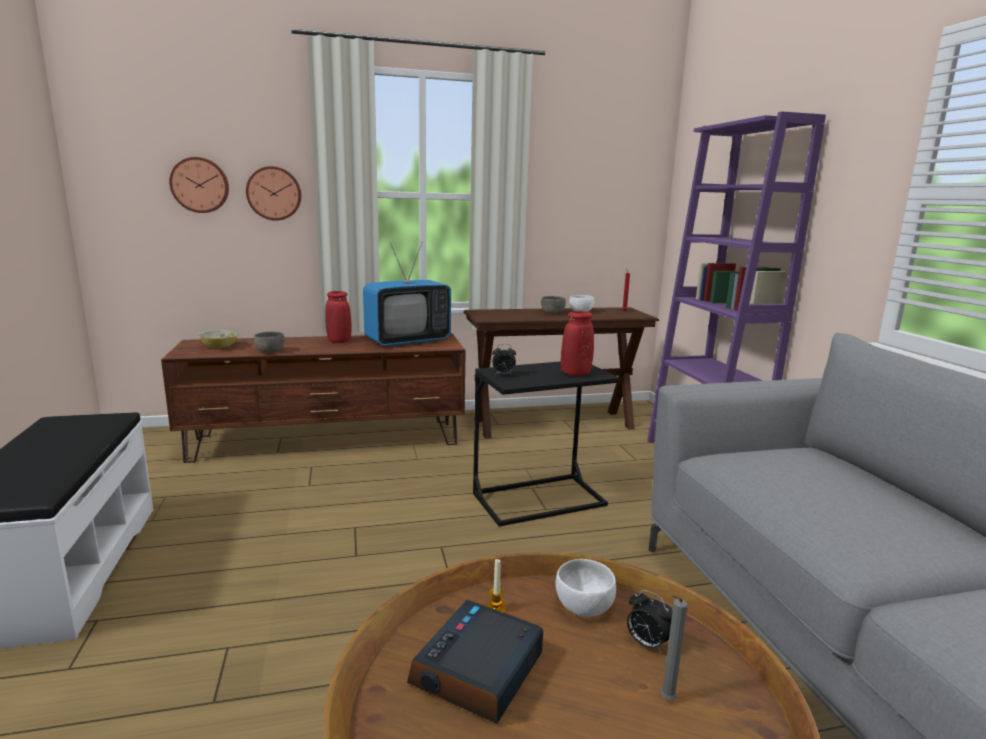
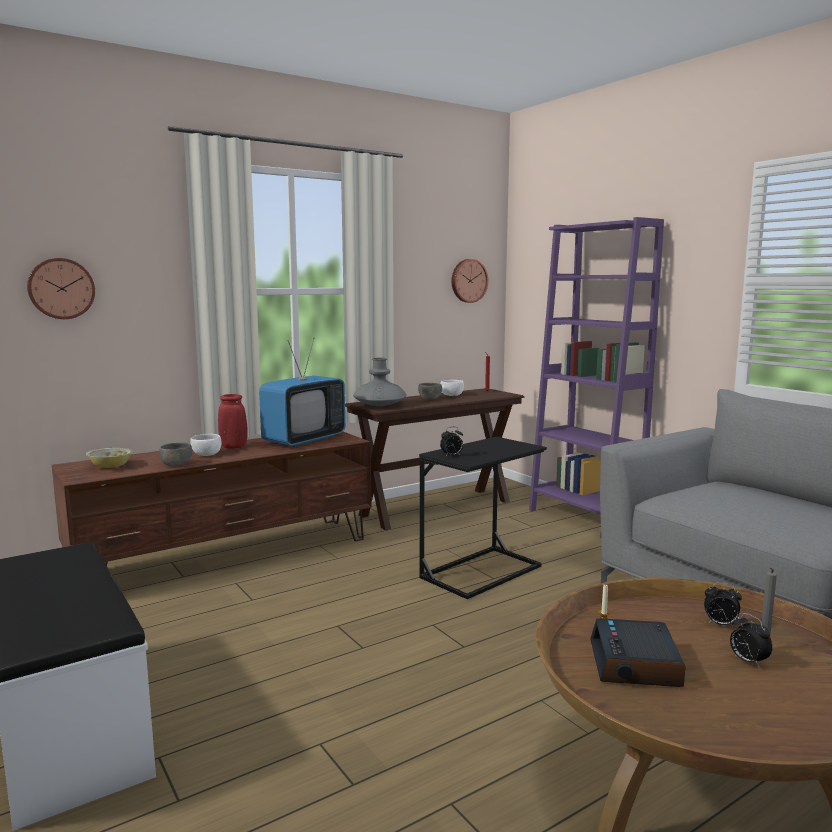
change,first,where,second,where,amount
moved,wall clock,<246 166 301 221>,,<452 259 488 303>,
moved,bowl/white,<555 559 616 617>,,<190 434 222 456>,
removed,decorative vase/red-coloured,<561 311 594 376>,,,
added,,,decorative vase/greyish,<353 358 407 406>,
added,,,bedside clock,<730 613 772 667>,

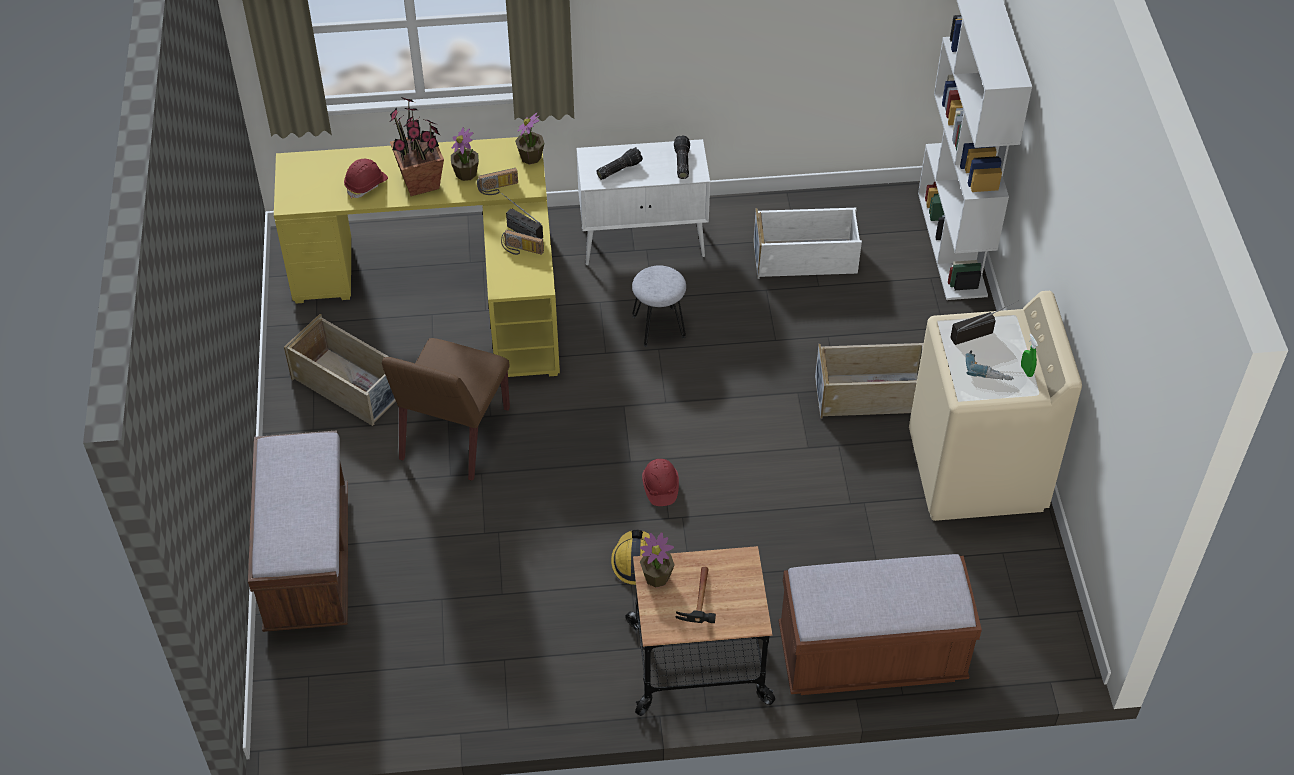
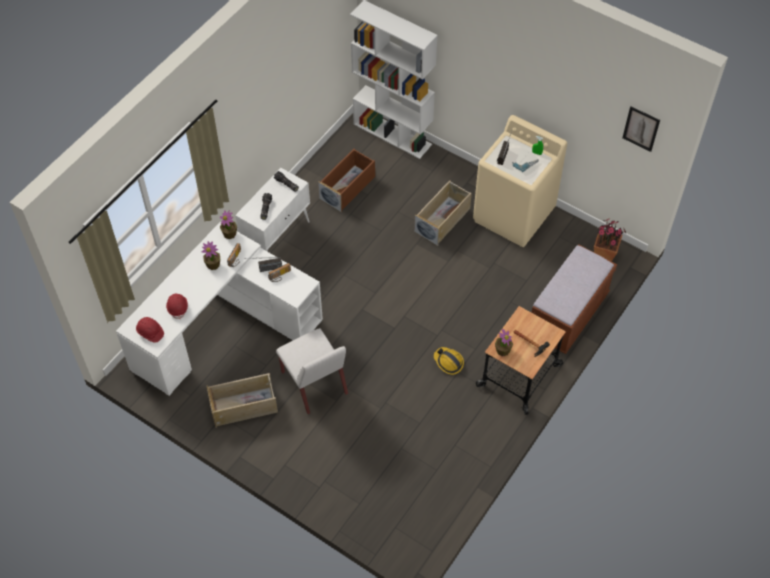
change,first,where,second,where,amount
removed,long seat/brown-coloured,<248 430 348 632>,,,
recoloured,desk unit/yellowish,<274 137 560 377>,desk unit/white,<116 222 323 396>,
recoloured,chair/brown-coloured,<382 338 510 481>,chair/white,<276 329 348 414>,
moved,potted plant,<388 97 444 196>,,<594 219 626 261>,
removed,stool seat/greyish,<632 265 686 347>,,,
moved,hard hat/red-coloured,<642 459 679 506>,,<136 317 164 343>,
recoloured,storage container/white,<753 208 862 279>,storage container/brown-coloured,<318 149 375 212>,
added,,,wall picture,<623 107 660 152>,

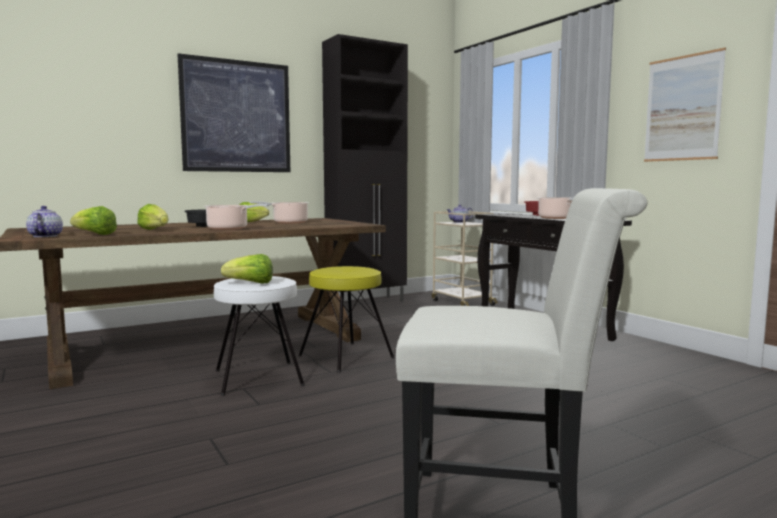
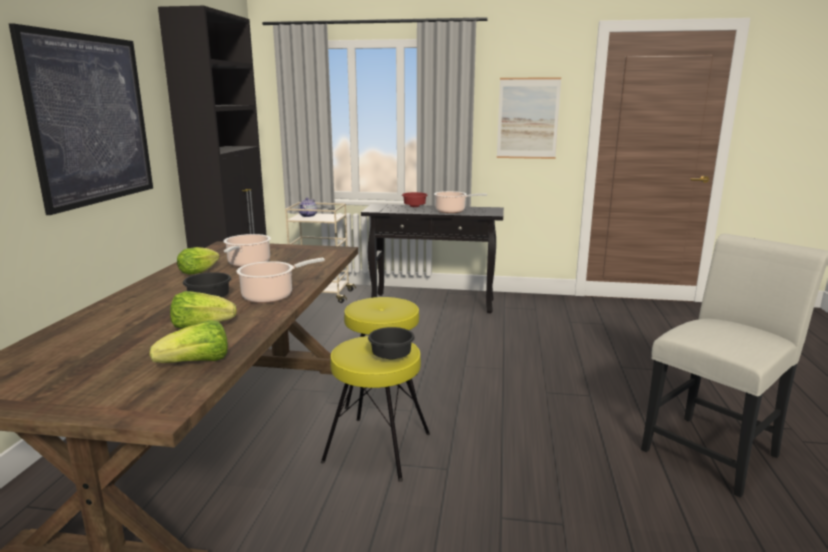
change,first,where,second,where,amount
removed,teapot,<26 206 63 237>,,,
recoloured,stool seat/white,<214 276 305 396>,stool seat/yellowish,<321 336 430 482>,
replaced,lettuce head,<221 254 273 284>,bowl/black,<368 327 415 359>,

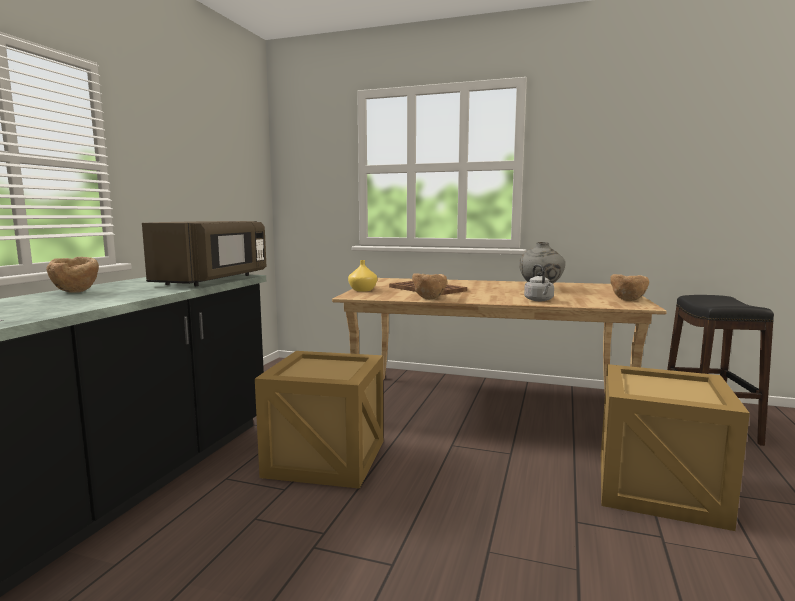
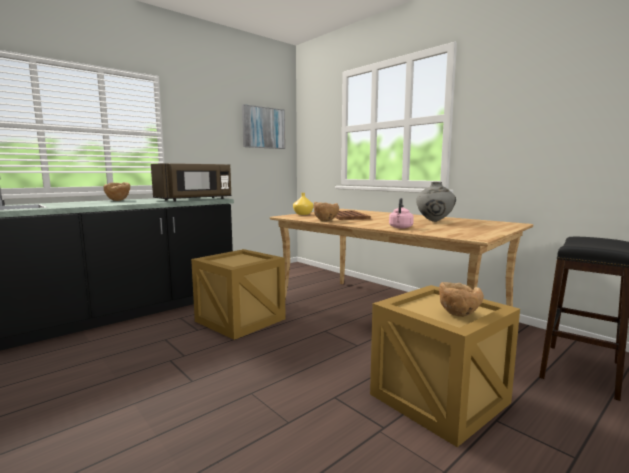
change,first,where,second,where,amount
recoloured,kettle/greyish,<524 264 554 301>,kettle/pinkish,<389 198 414 229>,
moved,bowl/brown-coloured,<611 274 649 301>,,<439 282 484 317>,
added,,,wall picture,<242 104 285 149>,

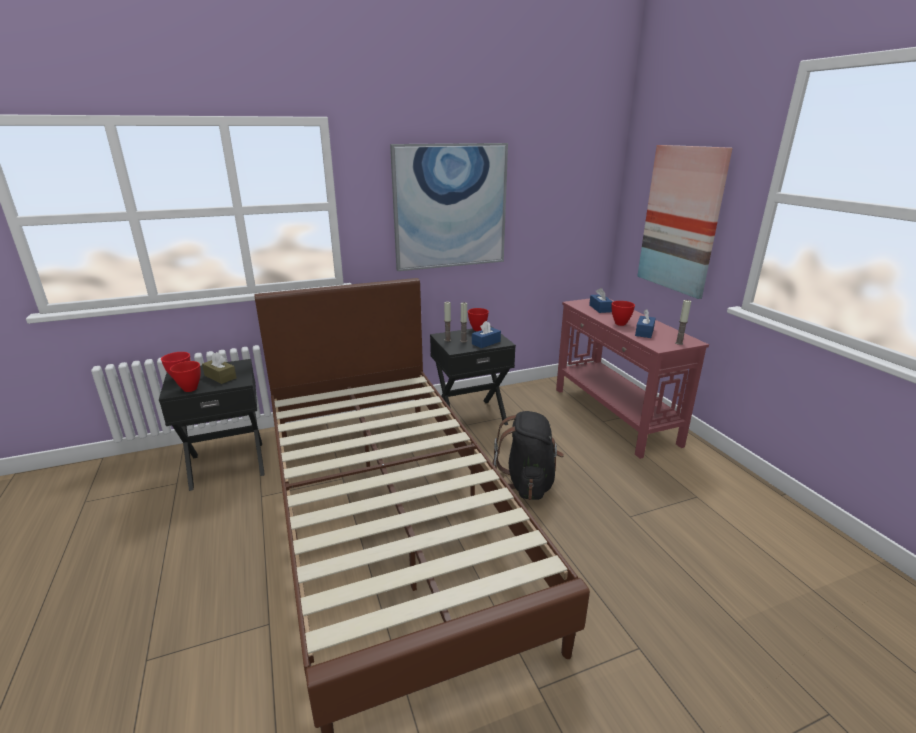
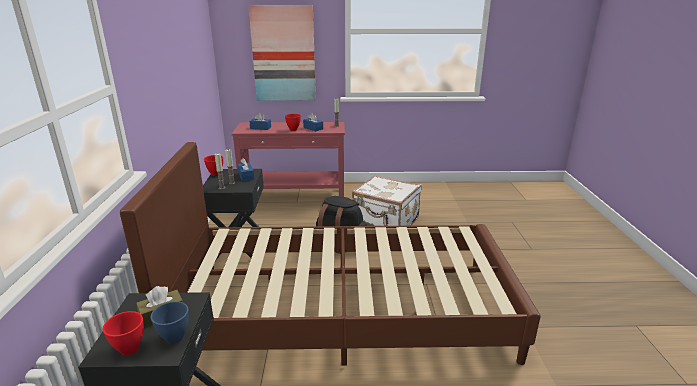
change,first,where,second,where,amount
recoloured,bowl/red-coloured,<170 361 201 392>,bowl/bluish,<151 301 189 344>,
removed,wall picture,<390 143 508 271>,,,
added,,,suitcase/white,<352 175 421 226>,

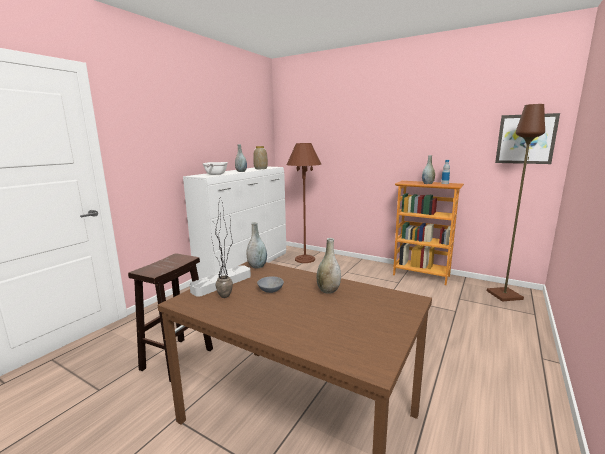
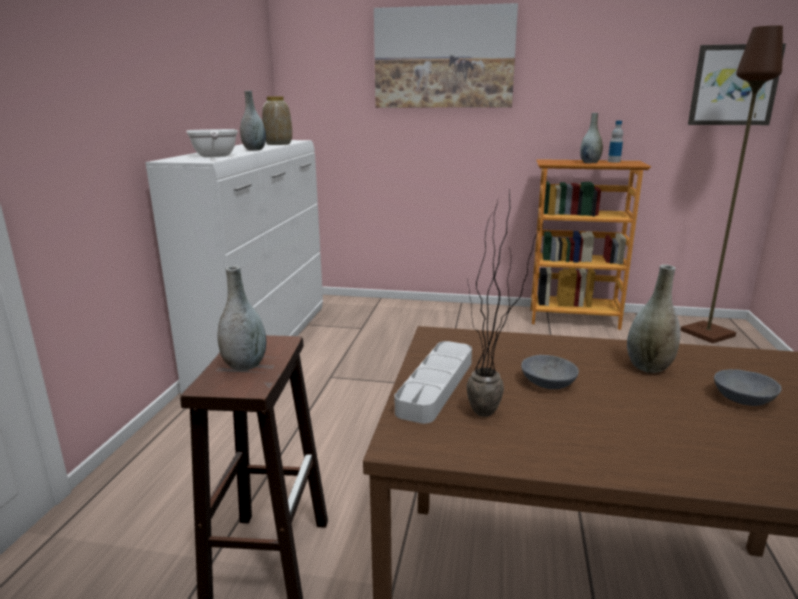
change,first,where,second,where,amount
moved,decorative vase/greyish,<246 222 267 268>,,<217 266 266 371>,
removed,standard lamp/brown-coloured,<286 143 321 263>,,,
added,,,wall picture,<374 3 518 108>,
added,,,bowl/greyish,<714 369 781 406>,

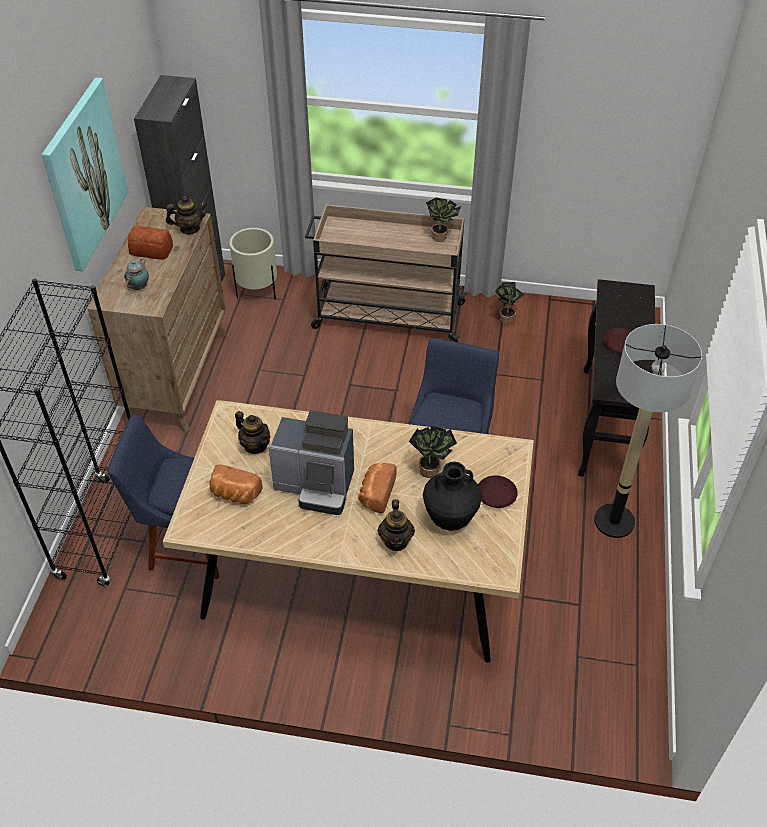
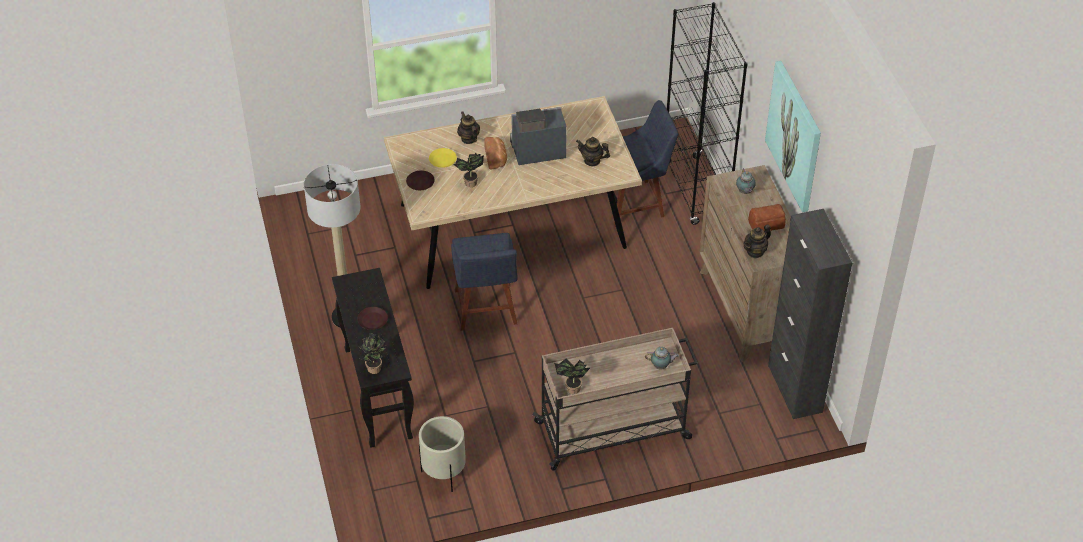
change,first,where,second,where,amount
removed,bakery bread,<209 464 262 504>,,,
moved,plant pot/beige-coloured,<229 228 277 300>,,<419 416 466 492>,
replaced,decorative vase/black,<423 462 482 531>,plate/yellowish,<429 148 457 168>,
moved,potted plant,<495 282 524 324>,,<359 333 388 374>,
added,,,teapot,<645 347 679 370>,

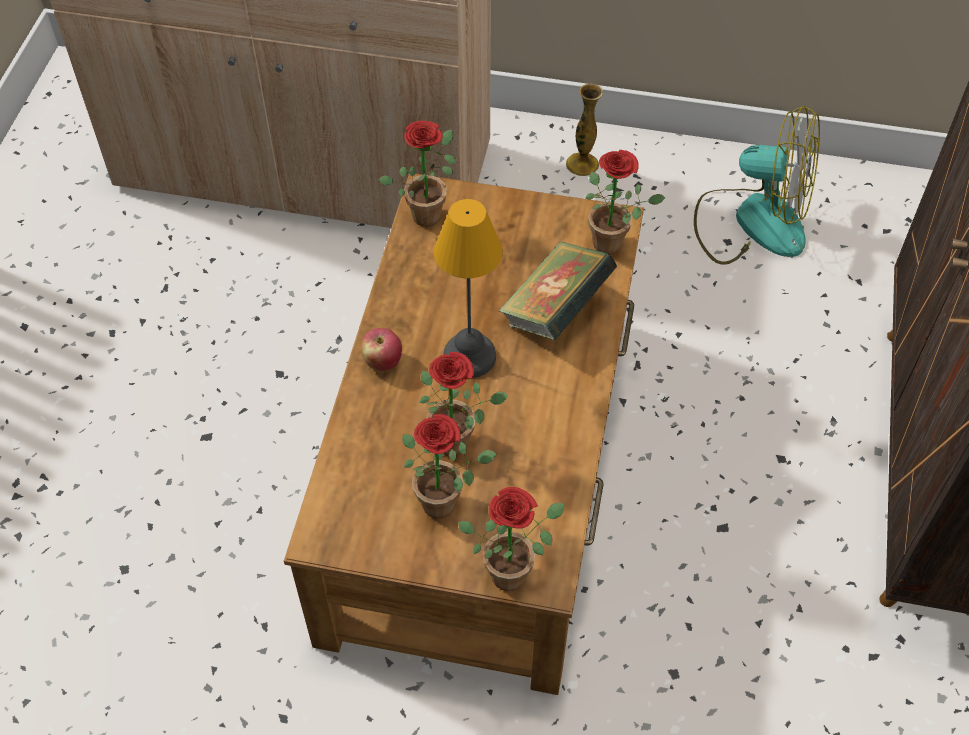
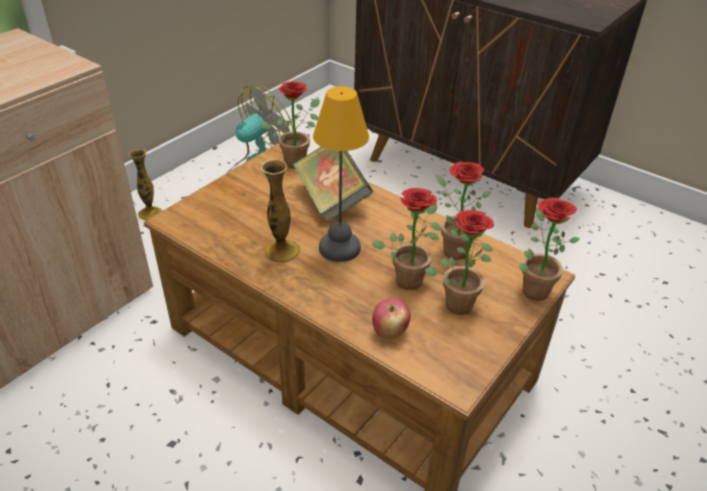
change,first,where,second,where,amount
moved,apple fruit,<361 328 402 371>,,<372 299 411 339>,
moved,potted plant,<379 121 456 227>,,<436 161 491 260>,
added,,,decorative vase,<261 159 300 263>,

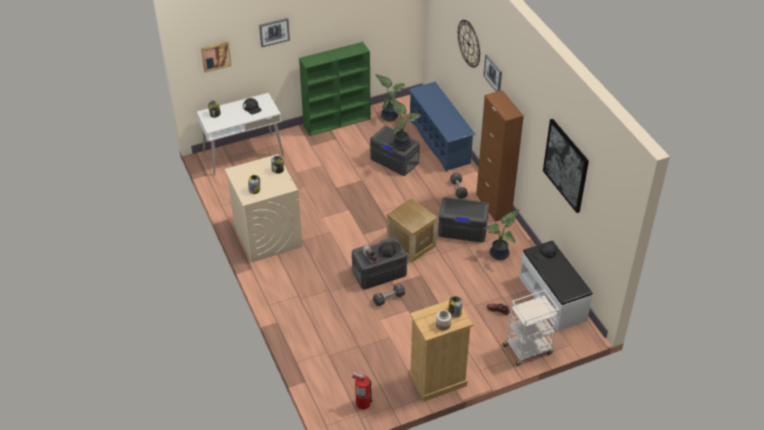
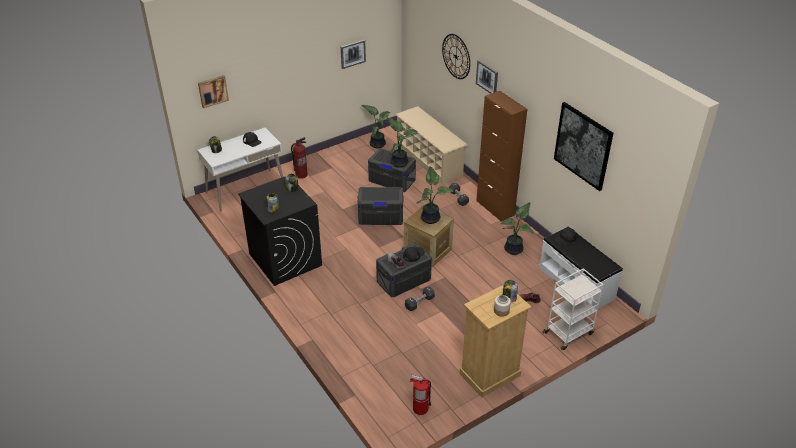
change,first,where,second,where,amount
recoloured,washing machine/beige-coloured,<225 154 303 262>,washing machine/black,<238 176 322 286>,
moved,wall picture,<259 18 290 47>,,<341 40 366 69>,
removed,shelving unit/greenish,<299 42 371 136>,,,
recoloured,shoe rack/bluish,<409 82 476 172>,shoe rack/beige-coloured,<395 106 468 185>,
moved,storage container/greyish,<438 197 489 243>,,<357 187 404 225>,
added,,,fire-fighting cylinder,<291 137 308 179>,
added,,,potted plant,<416 166 454 224>,

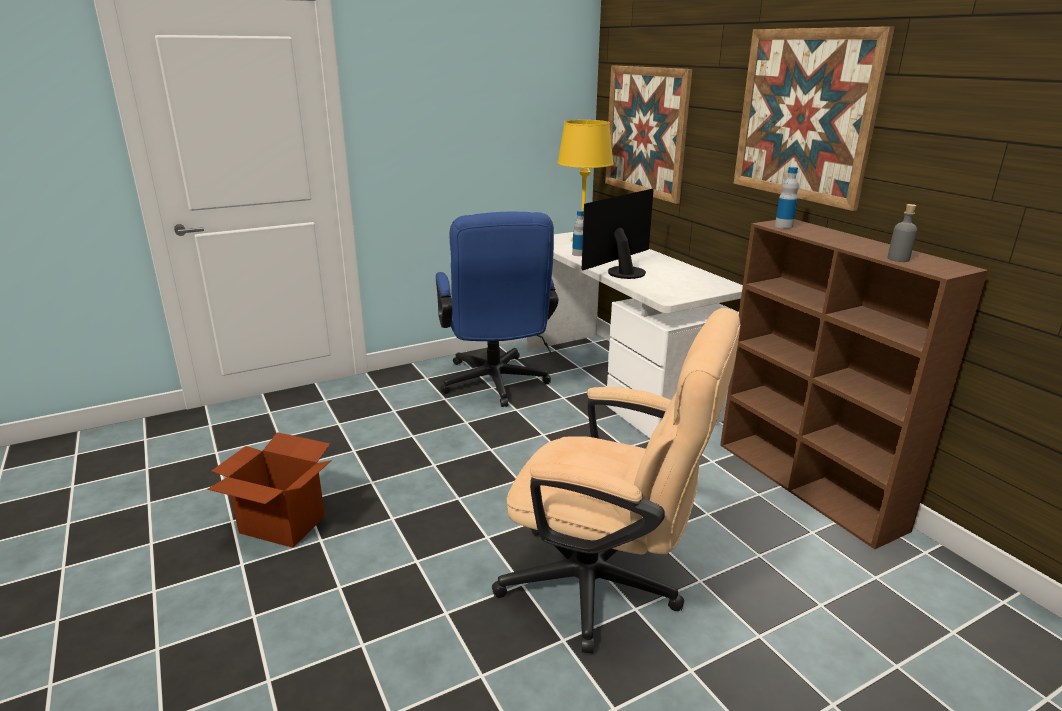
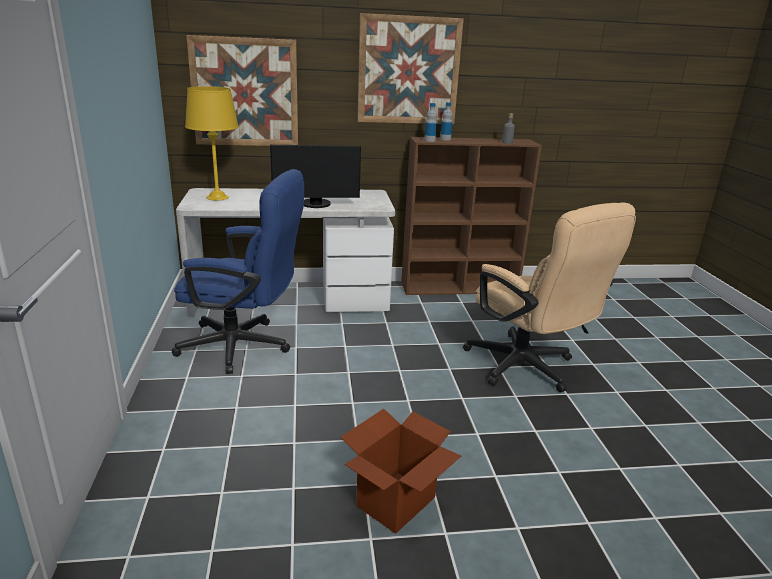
change,first,where,second,where,amount
turned,office chair/beige-coloured,<492 308 741 653>,,<463 202 636 392>,105 degrees clockwise
moved,bottle,<572 211 584 256>,,<440 102 453 140>,
turned,computer display,<582 188 654 279>,,<270 145 361 208>,75 degrees counterclockwise

